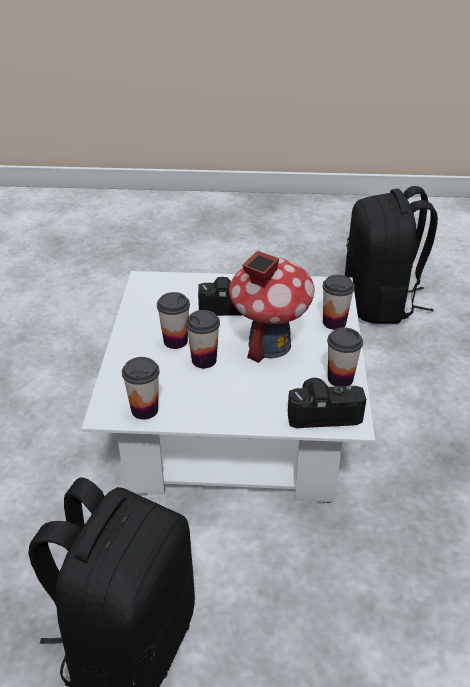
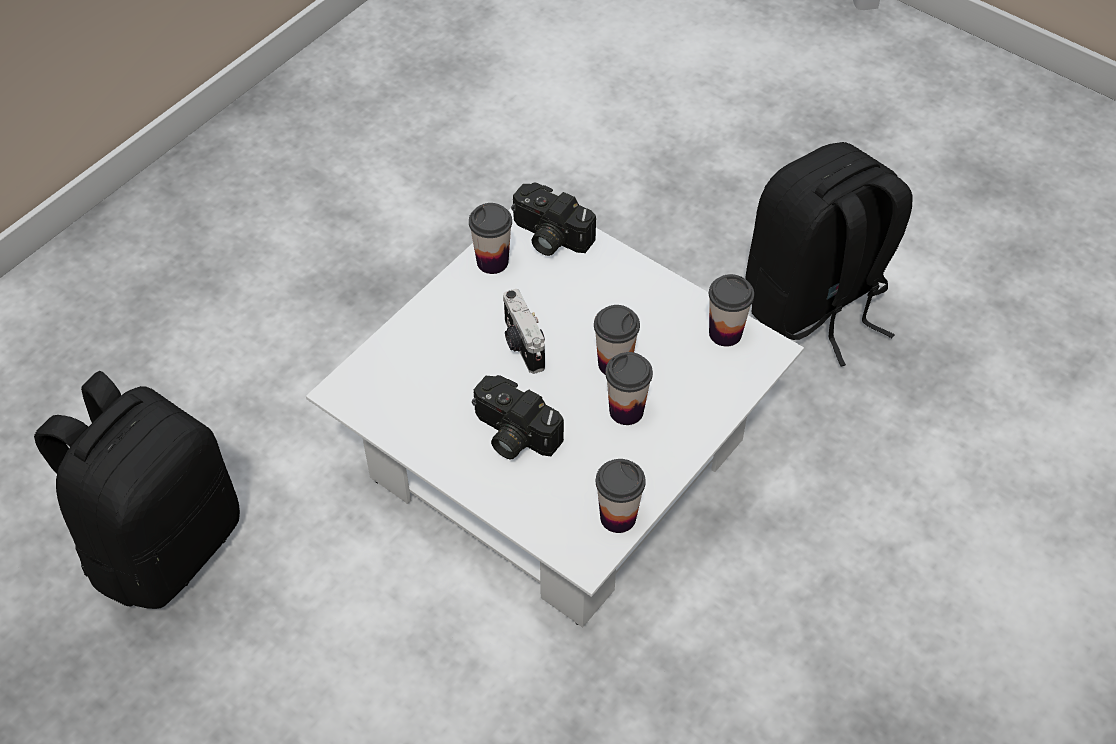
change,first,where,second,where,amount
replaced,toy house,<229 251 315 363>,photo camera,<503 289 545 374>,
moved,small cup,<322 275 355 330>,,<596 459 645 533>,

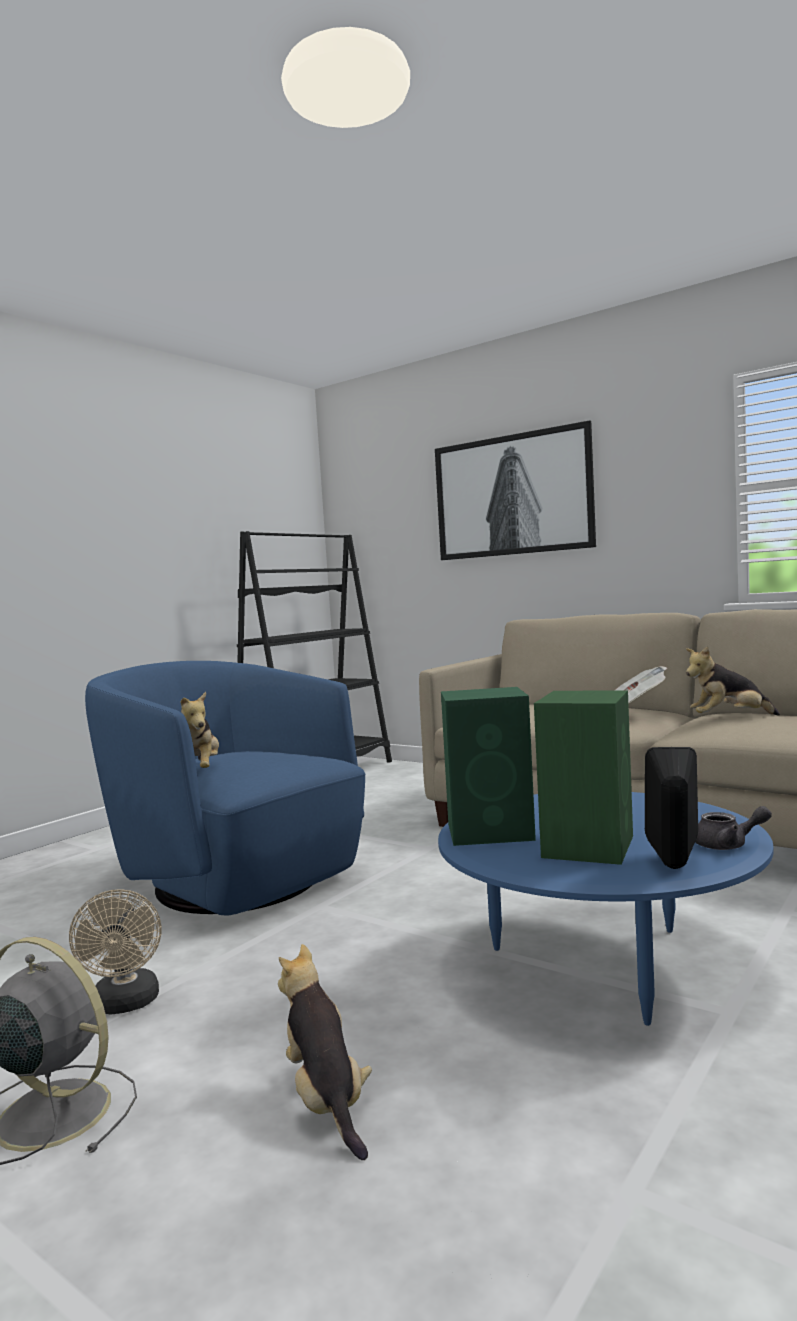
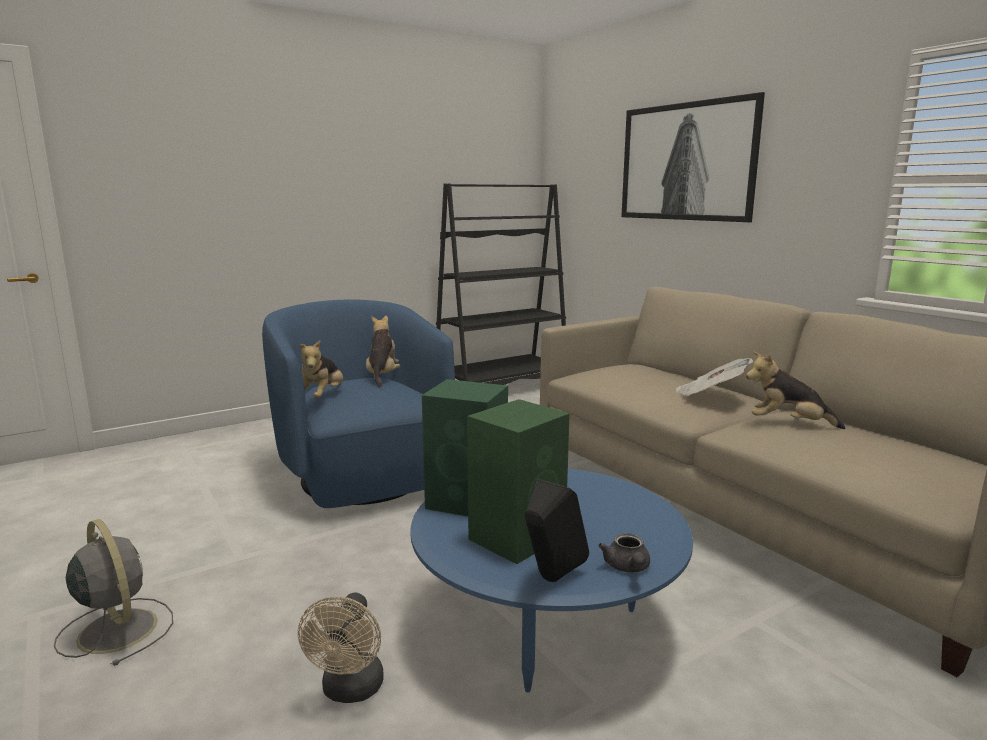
change,first,where,second,where,amount
moved,cooling fan/beige-coloured,<69 889 162 1015>,,<298 593 384 703>,
moved,cuddly toy,<278 944 372 1160>,,<366 315 400 387>,
turned,teapot/greyish,<695 806 772 850>,,<598 533 650 573>,60 degrees clockwise

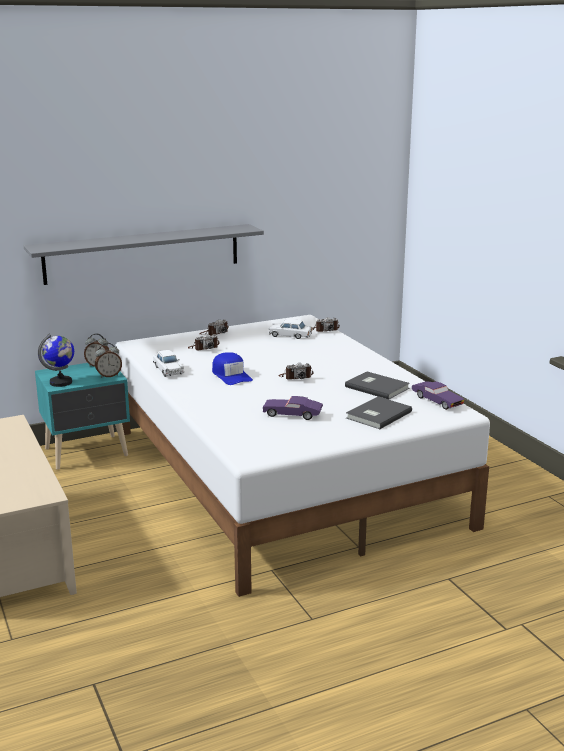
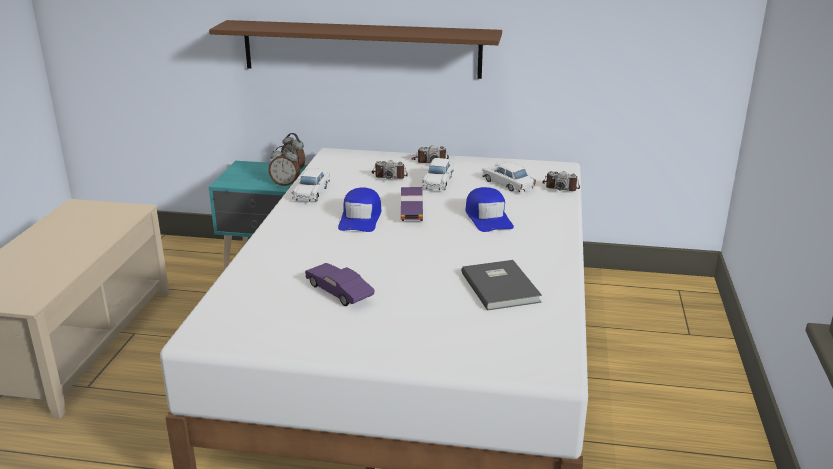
change,first,where,second,where,amount
recoloured,shelf/greyish,<24 224 264 285>,shelf/brown-coloured,<209 20 502 79>,
removed,globe,<38 334 74 387>,,,
removed,photo camera,<279 363 313 380>,,,
removed,bound book/greyish,<346 396 412 429>,,,
moved,model car/purple-coloured,<412 381 464 410>,,<401 187 423 221>,
added,,,model car/white,<422 158 453 190>,
added,,,peaked cap/bluish,<465 187 514 232>,

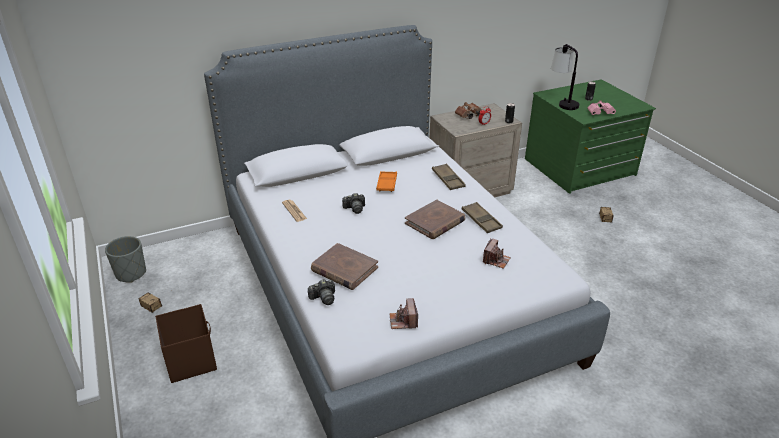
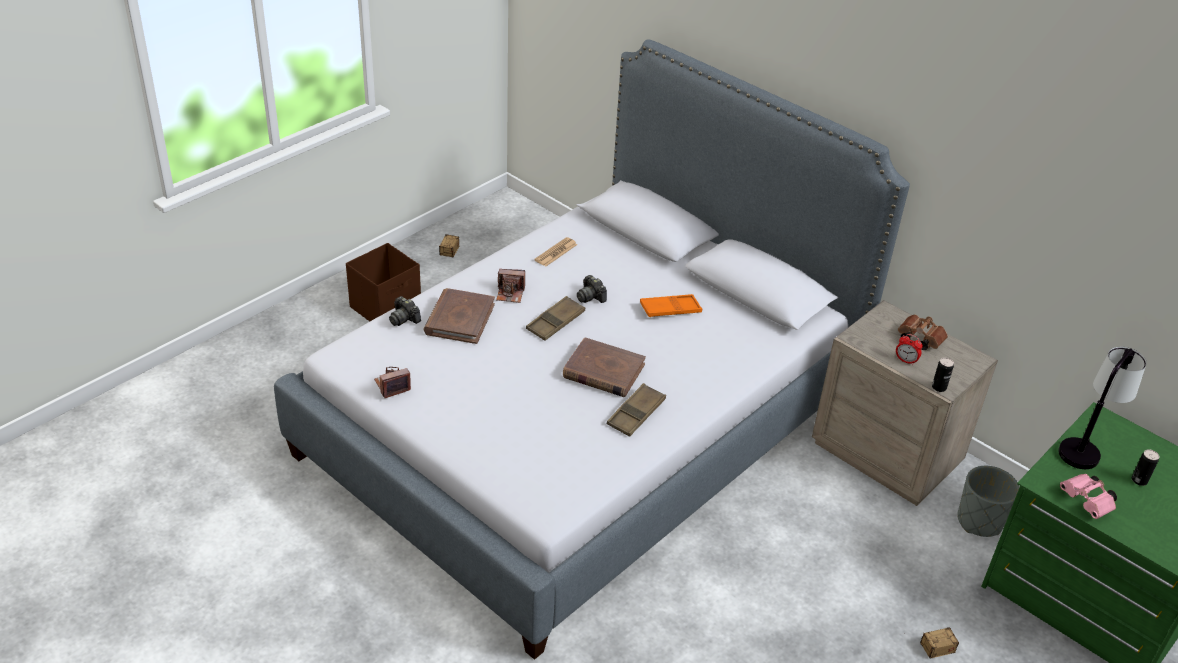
change,first,where,second,where,amount
moved,plant pot/greyish,<105 236 146 283>,,<957 466 1020 537>,
moved,carrying tray/brown-coloured,<432 164 466 190>,,<526 296 585 341>,
moved,photo camera,<483 238 511 269>,,<496 269 525 303>,

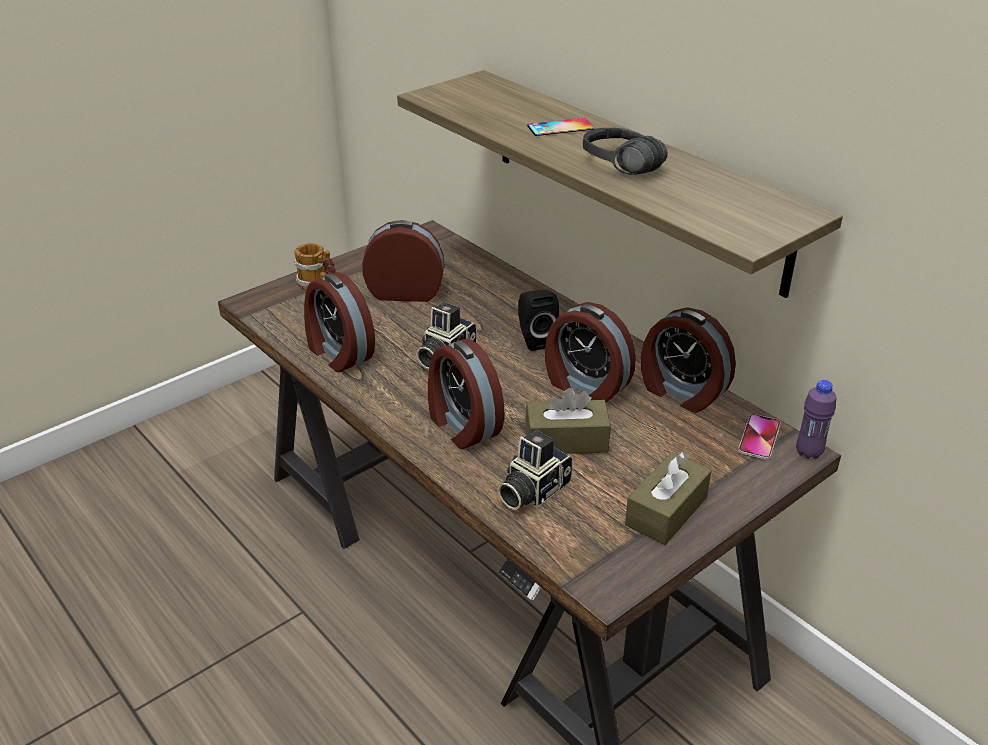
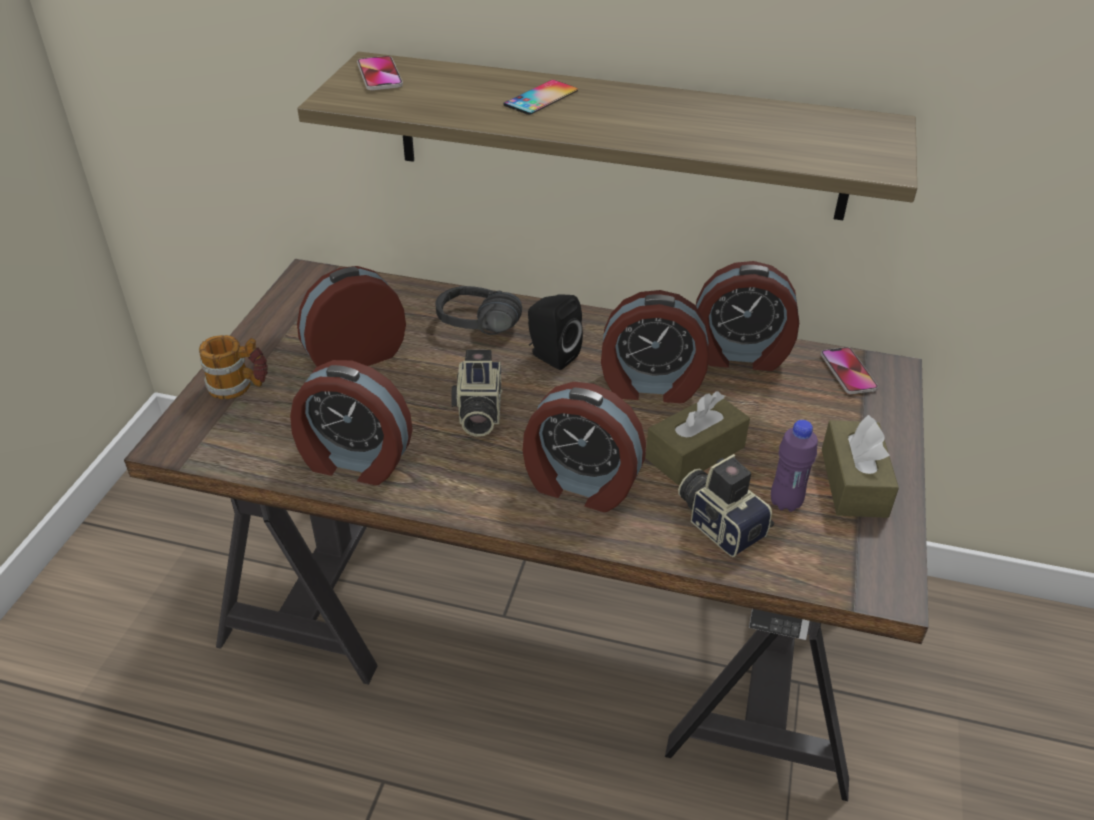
change,first,where,second,where,amount
turned,photo camera,<497 430 573 510>,,<678 454 774 557>,135 degrees clockwise
moved,headphones/black,<583 128 668 175>,,<435 286 522 335>,
moved,bottle/purple-coloured,<796 380 837 459>,,<771 420 818 512>,
added,,,telephone,<357 56 403 90>,

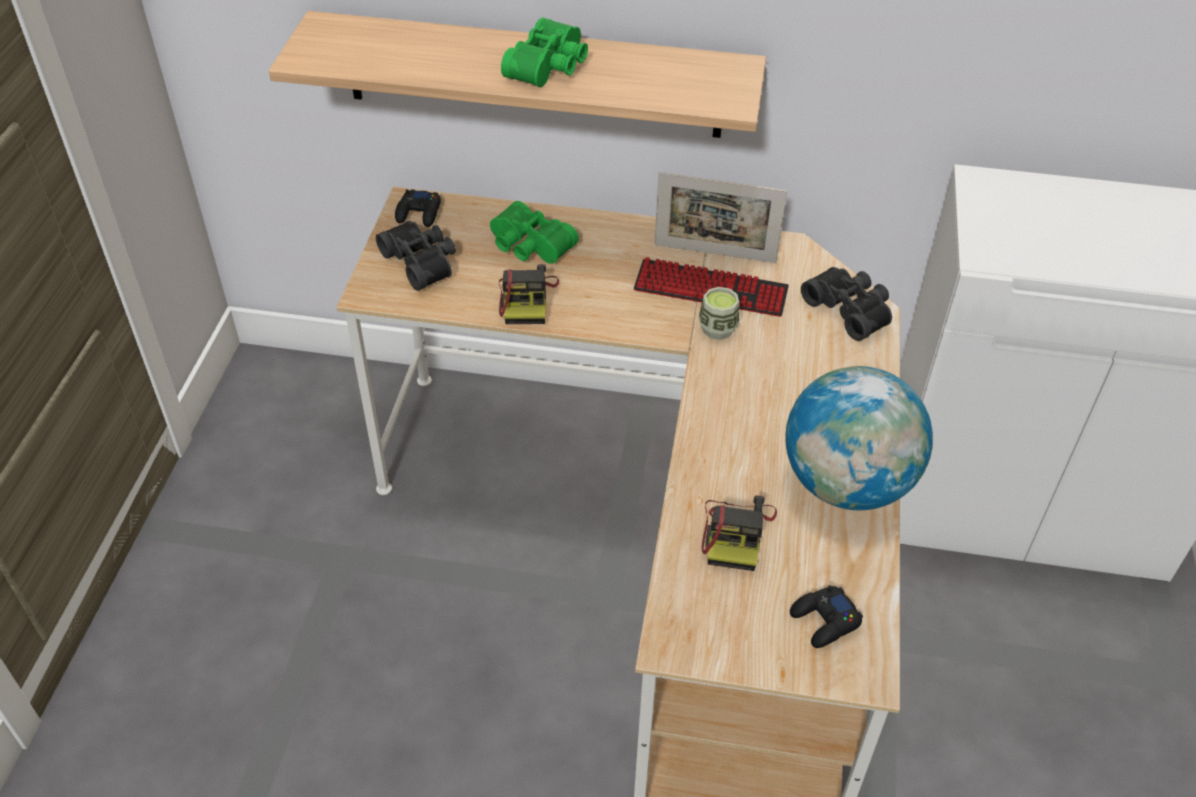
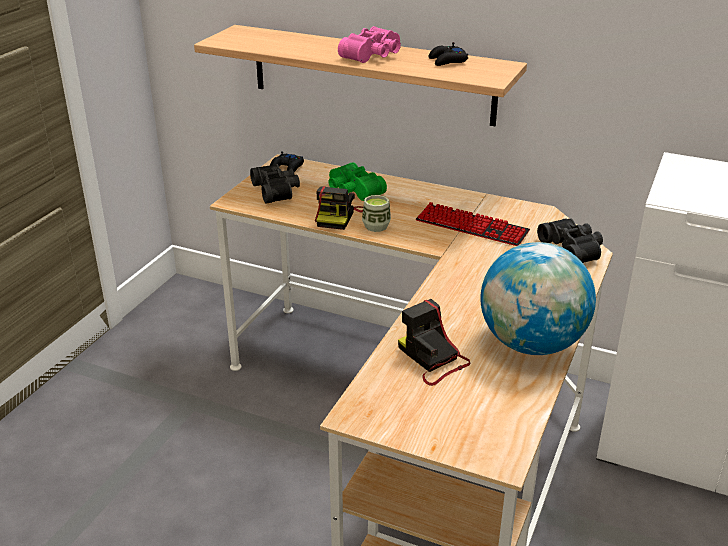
change,first,where,second,where,amount
recoloured,pair of binoculars/greenish,<501 18 588 87>,pair of binoculars/pinkish,<338 26 401 63>,
removed,picture frame,<655 172 787 263>,,,
moved,small cup,<699 287 739 340>,,<362 195 391 232>,
turned,photo camera,<702 496 777 571>,,<398 299 470 386>,120 degrees clockwise
moved,gamepad/black,<790 585 863 648>,,<429 42 468 66>,

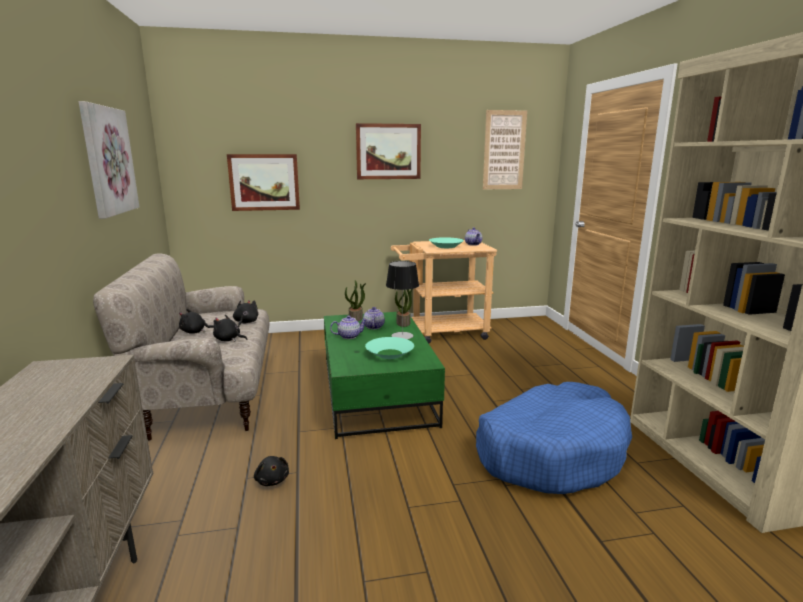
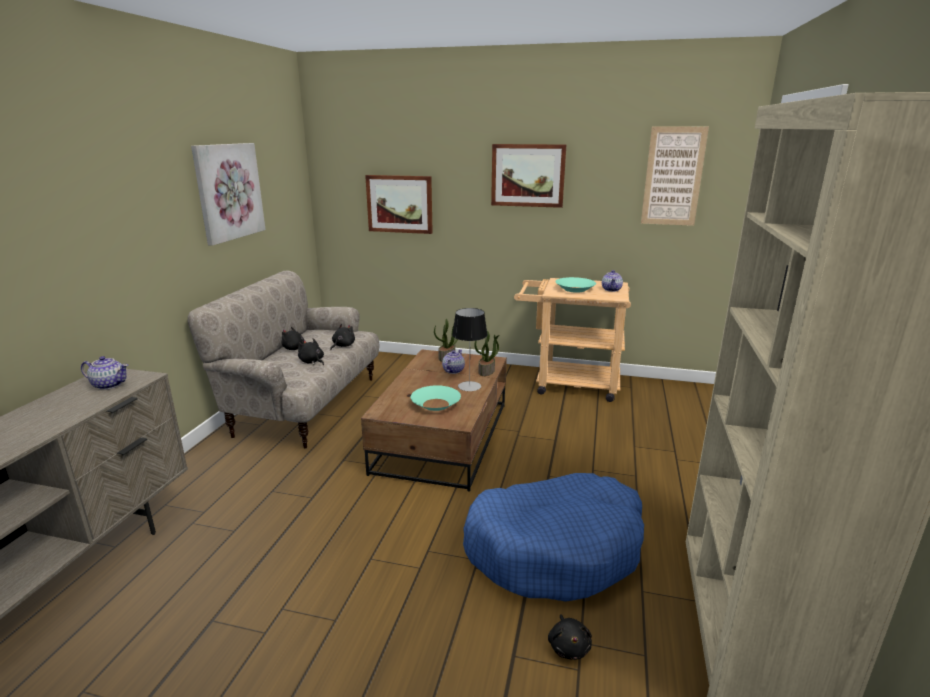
change,first,where,second,where,amount
moved,cuddly toy/black,<254 456 289 486>,,<548 614 592 660>,
recoloured,low table/greenish,<324 312 445 439>,low table/brown-coloured,<361 349 507 492>,
moved,teapot,<330 315 367 339>,,<81 356 128 390>,

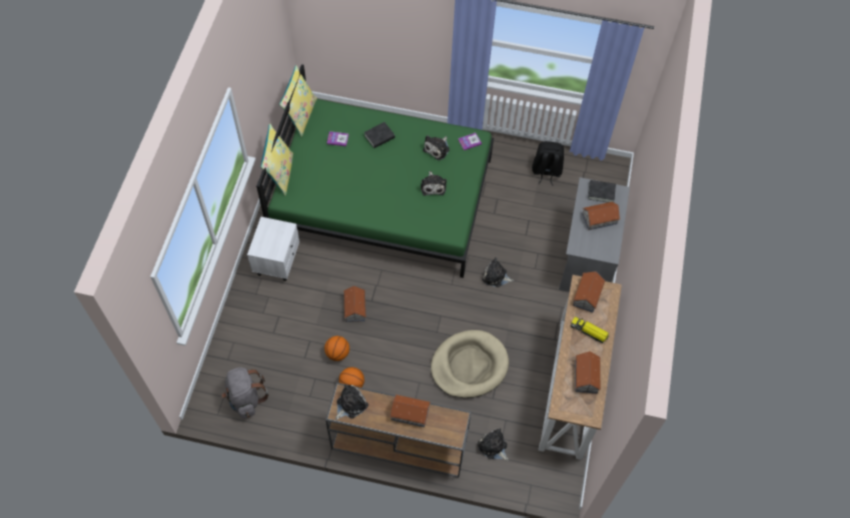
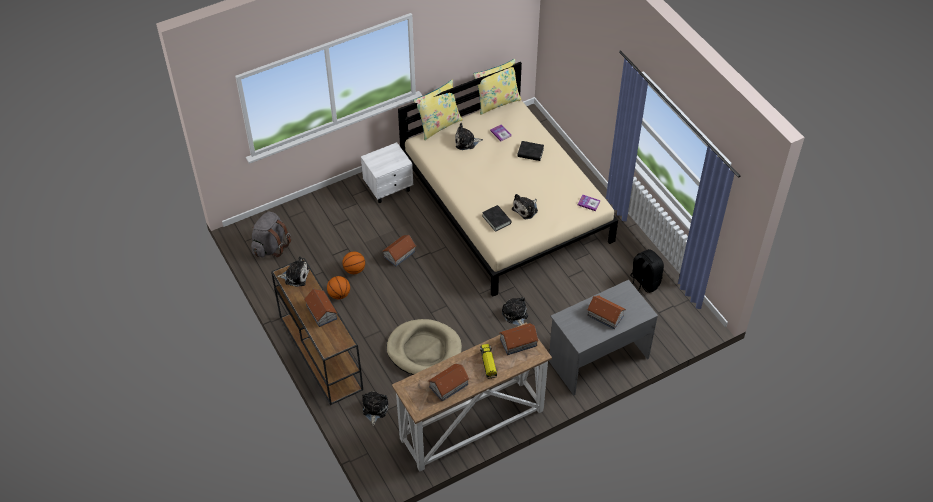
change,first,where,second,where,amount
recoloured,sleeping bed/greenish,<256 64 494 278>,sleeping bed/beige-coloured,<398 62 618 297>,
moved,cuddly toy,<423 135 450 160>,,<455 123 483 150>,
moved,bound book/black,<588 180 616 202>,,<482 205 511 232>,

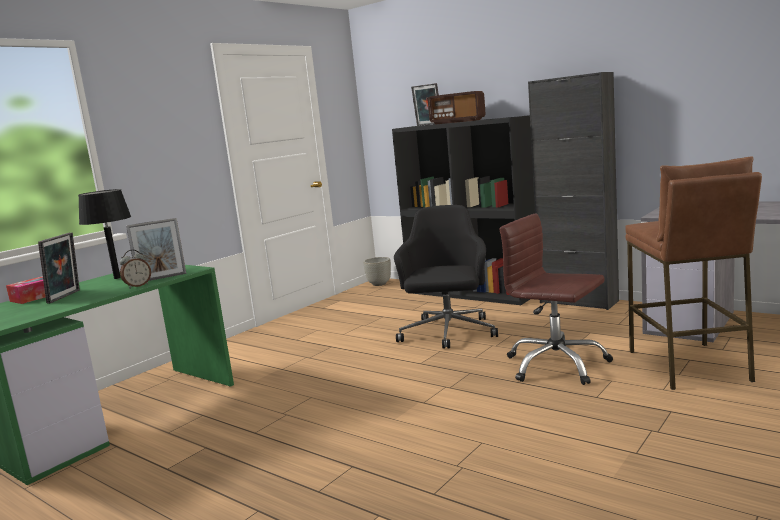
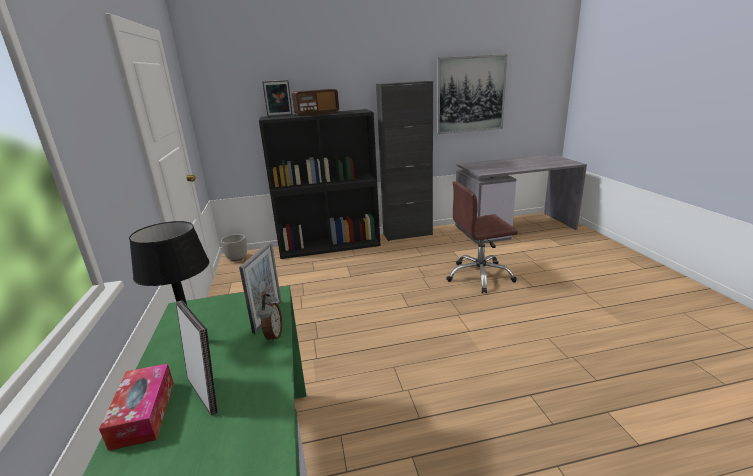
change,first,where,second,where,amount
removed,office chair/black,<394 205 498 349>,,,
removed,stool seat/brown-coloured,<625 156 762 390>,,,
added,,,wall picture,<437 54 507 134>,

